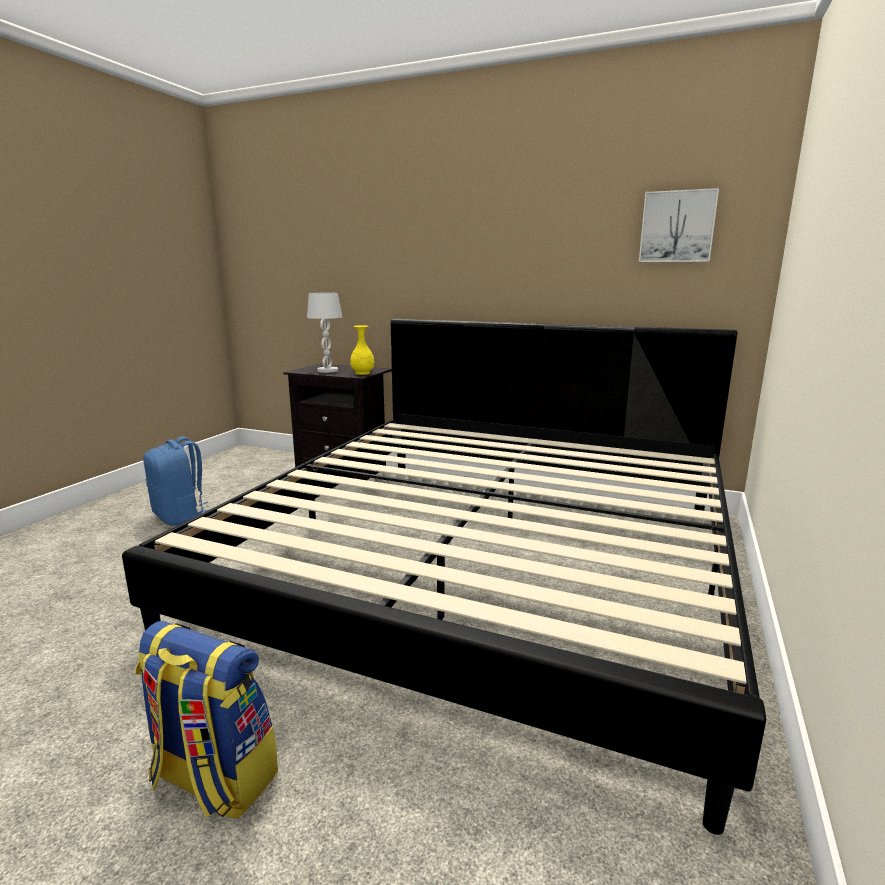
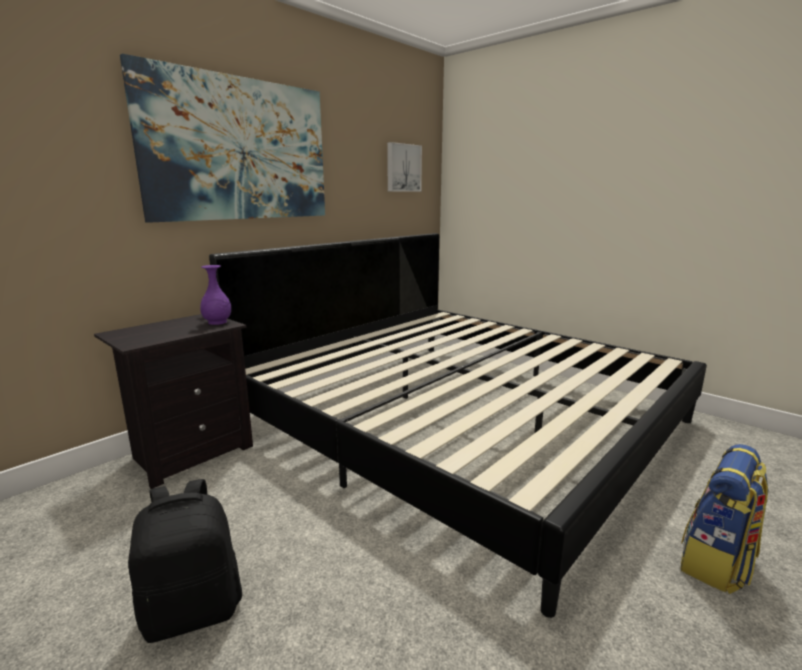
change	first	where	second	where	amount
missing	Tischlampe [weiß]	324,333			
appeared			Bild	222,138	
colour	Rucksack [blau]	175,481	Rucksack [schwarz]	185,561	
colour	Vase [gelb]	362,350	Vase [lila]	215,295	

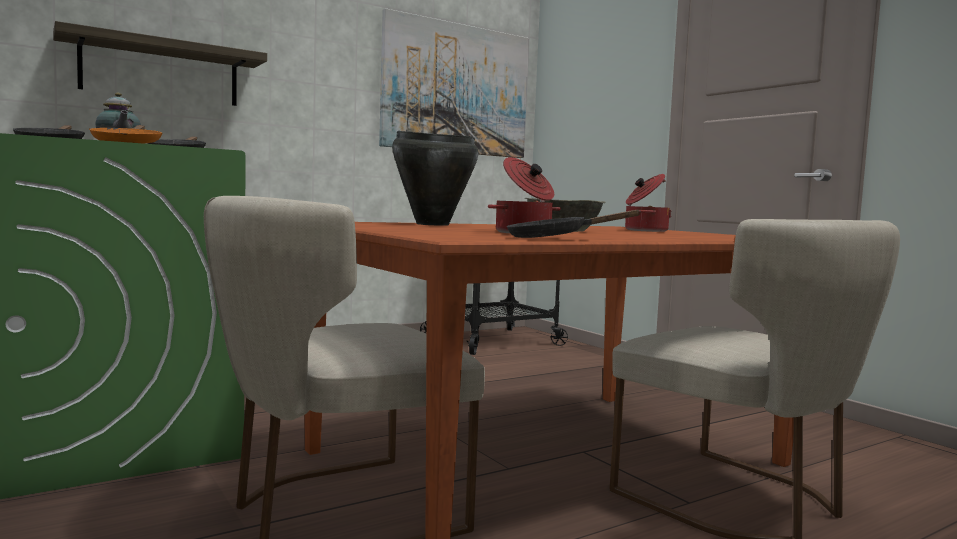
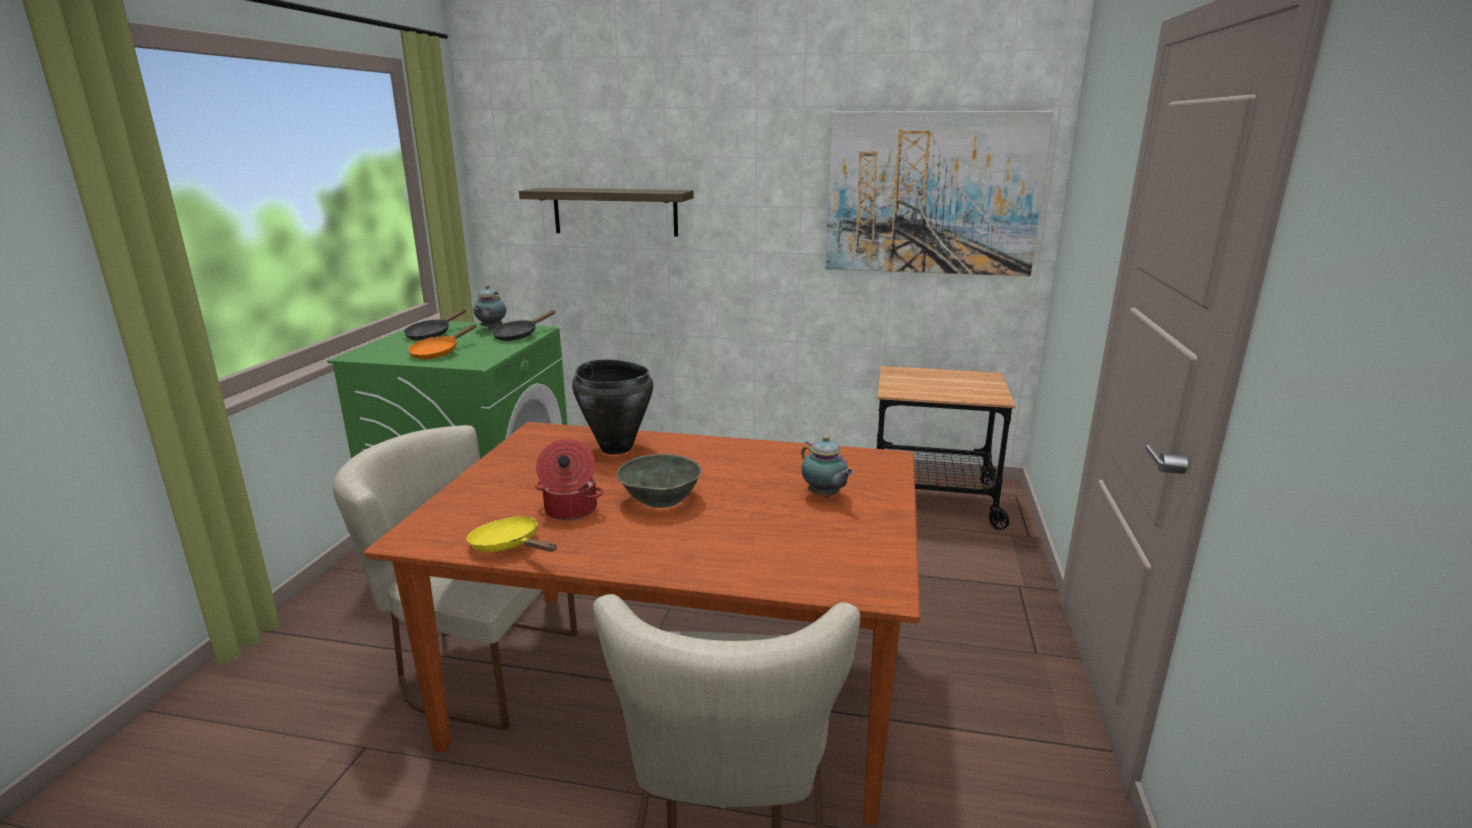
change	first	where	second	where	amount
exchanged	Kochtopf	648,203	Teekanne	827,466	
colour	Pfanne [schwarz]	574,224	Pfanne [gelb]	512,534	

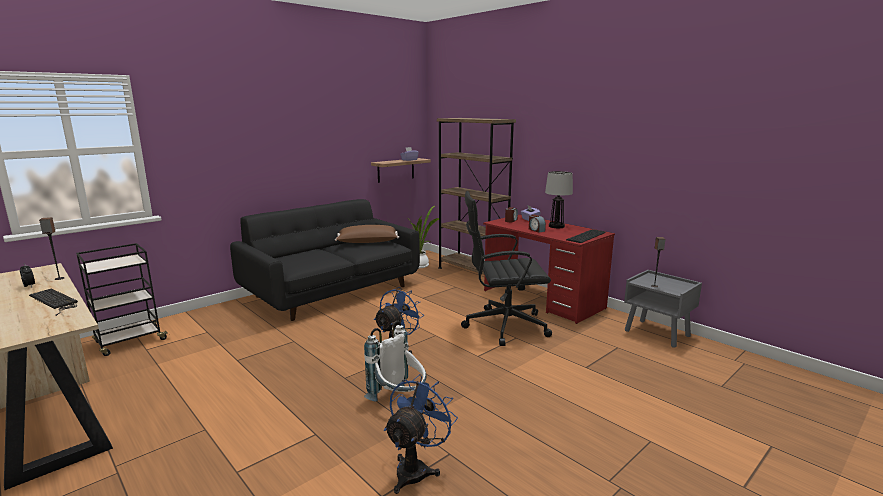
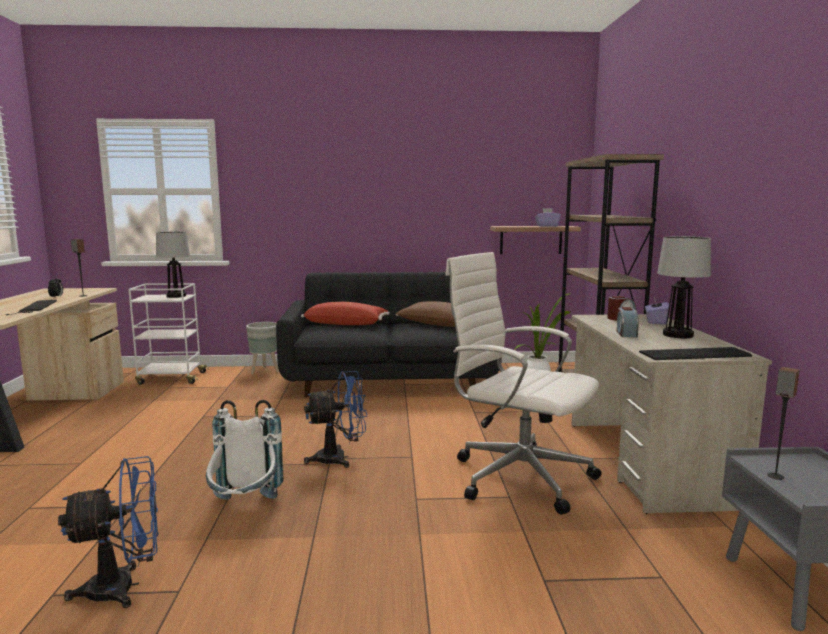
change	first	where	second	where	amount
appeared			Tischlampe	173,264	
appeared			Pflanzkübel [grau]	262,348	
appeared			Kissen [rot]	345,313	
colour	Rollwagen [schwarz]	123,299	Rollwagen [weiß]	168,333	
colour	Bürostuhl [schwarz]	506,268	Bürostuhl [weiß]	523,383	
colour	Schreibtisch [rot]	549,269	Schreibtisch [beige]	672,414	

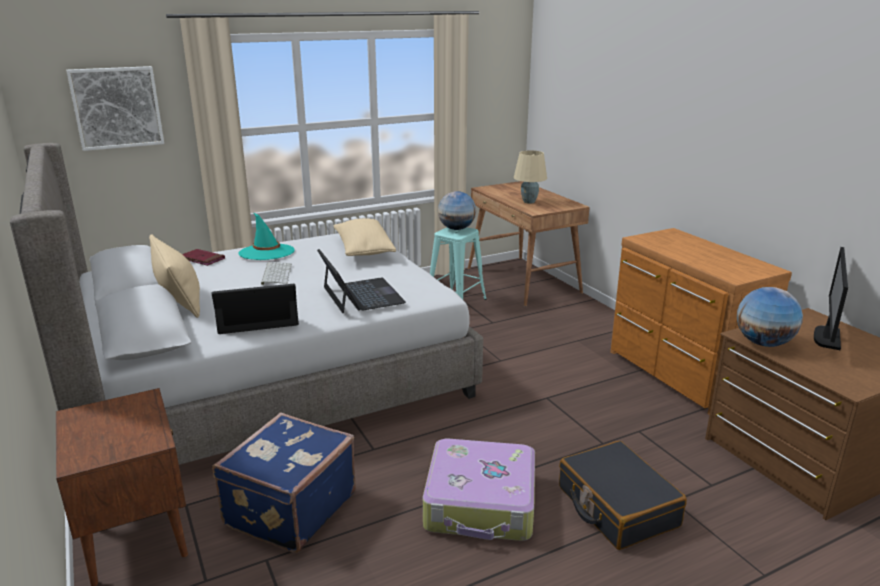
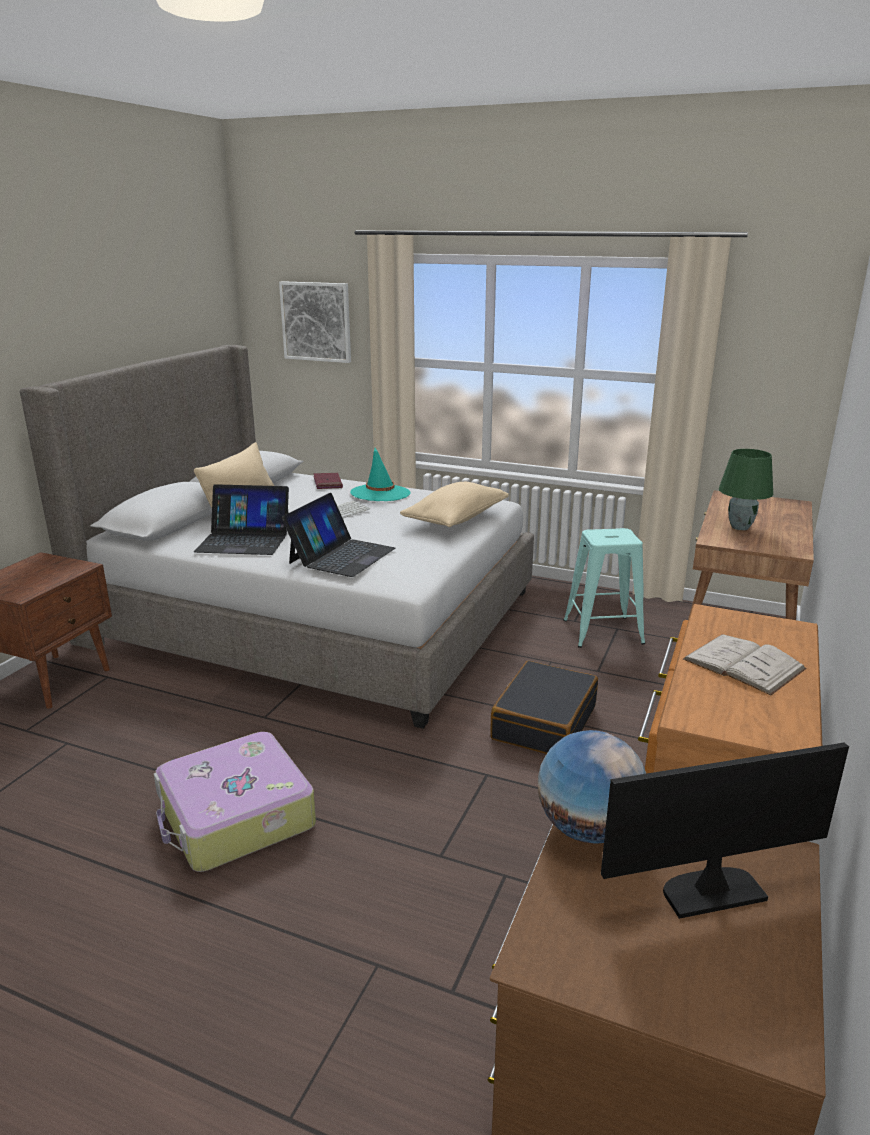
change	first	where	second	where	amount
missing	Koffer [blau]	284,482			
missing	Globus	457,210			
appeared			Buch [weiß]	745,664	
relocated	Koffer [schwarz]	623,495		544,707	
colour	Tischlampe [beige]	530,177	Tischlampe [grün]	746,489	
spun	Laptop	255,309		241,519	150 degrees clockwise

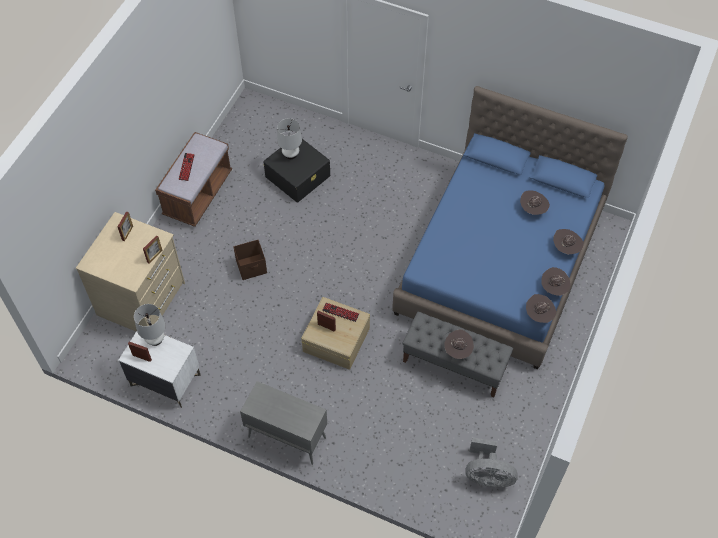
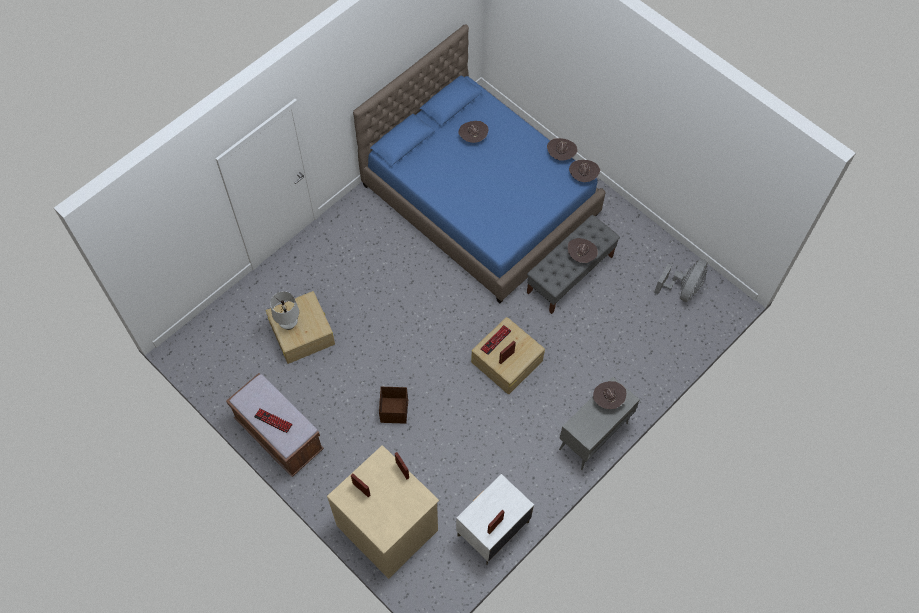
change	first	where	second	where	amount
missing	Tischlampe [weiß]	150,325			
relocated	Hut [braun]	568,241		609,395	
colour	Aufbewahrungsbox [schwarz]	296,171	Aufbewahrungsbox [beige]	300,327	

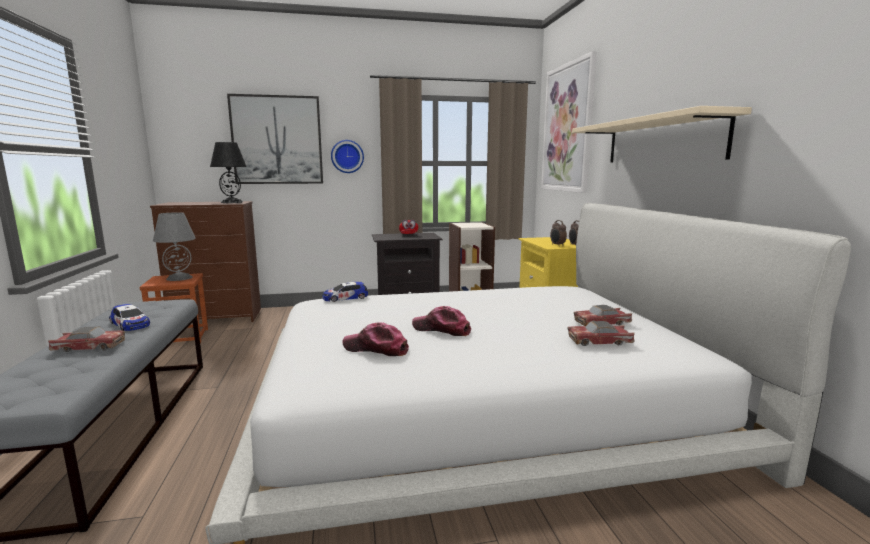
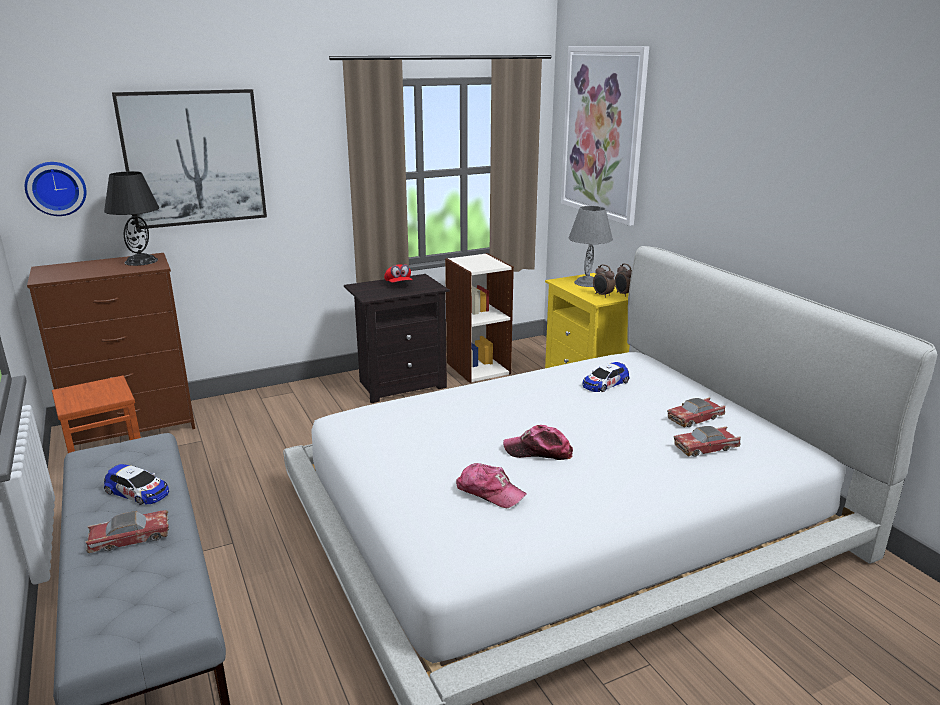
change	first	where	second	where	amount
missing	Wandregal [beige]	662,134			
relocated	Tischlampe [grau]	174,246		591,246	
relocated	Spielzeugauto	345,292		606,377	
relocated	Wanduhr	347,156		56,189	
spun	Kappe	376,339		491,485	150 degrees counterclockwise

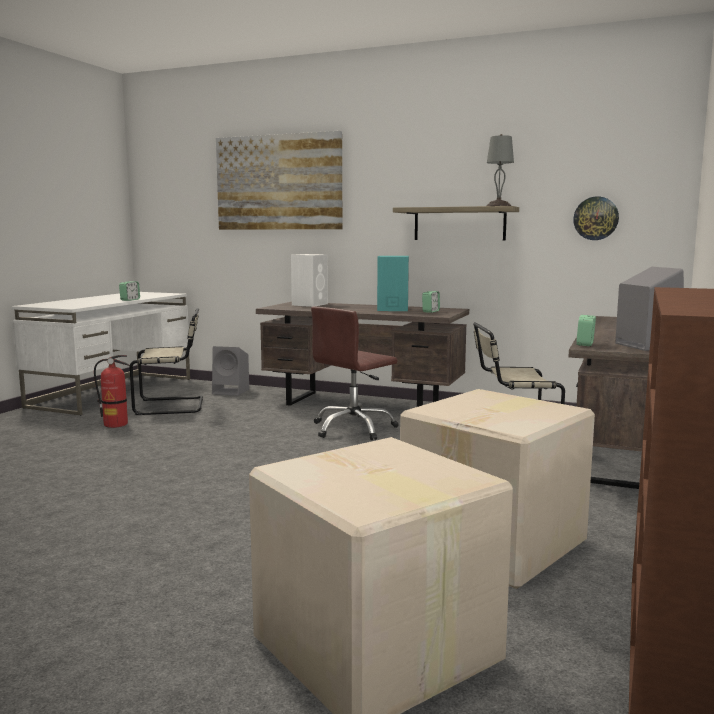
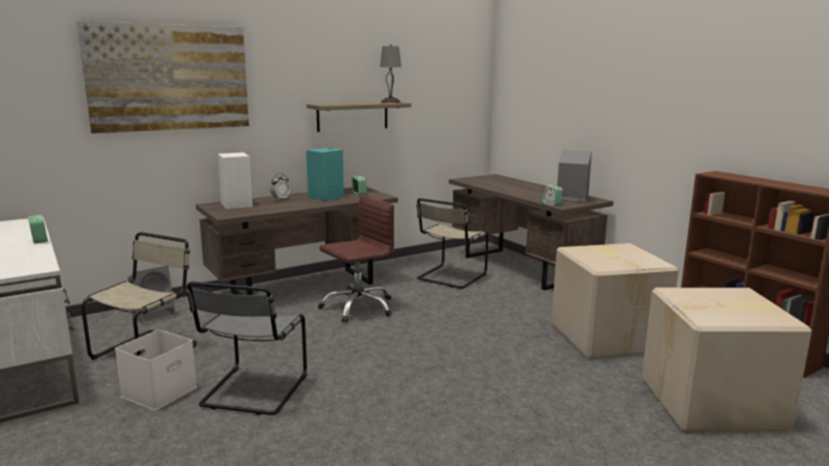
change	first	where	second	where	amount
missing	Wanduhr	596,218			
appeared			Stuhl [grau]	246,348	
appeared			Wecker	280,187	
exchanged	Feuerlöscher	111,391	Aufbewahrungsbox [weiß]	156,370	
spun	Bürostuhl [braun]	354,373		356,258	120 degrees counterclockwise

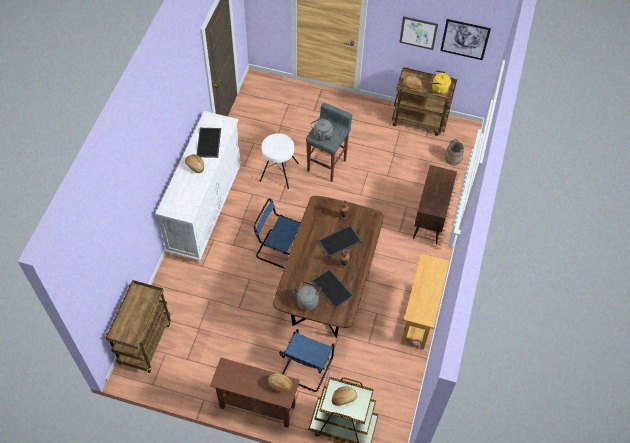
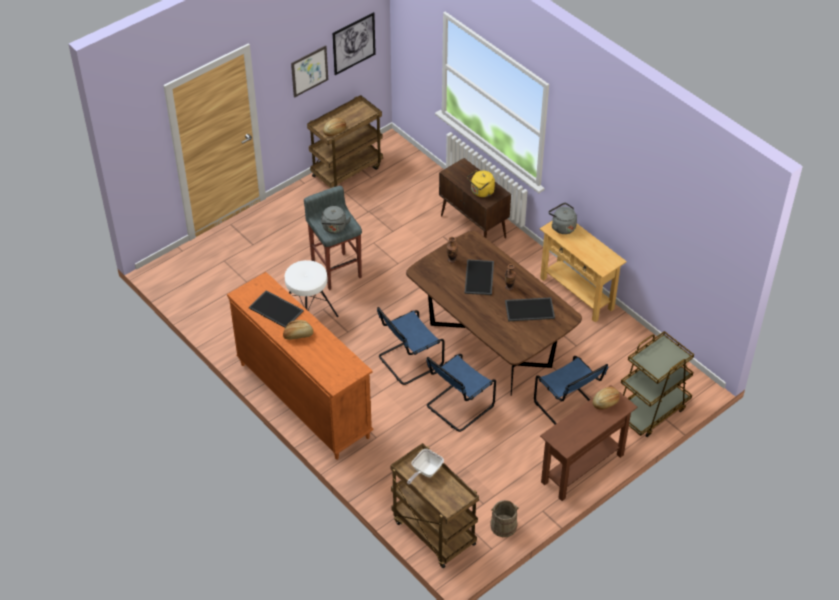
change	first	where	second	where	amount
missing	Brot	344,396			
appeared			Pfanne	425,467	
appeared			Stuhl [blau]	461,393	
relocated	Wasserkessel [grau]	307,296		562,218	
relocated	Wasserkessel [gelb]	441,82		481,183	
relocated	Eimer [beige]	454,152		504,518	
colour	Kommode [weiß]	199,187	Kommode [orange]	300,366	

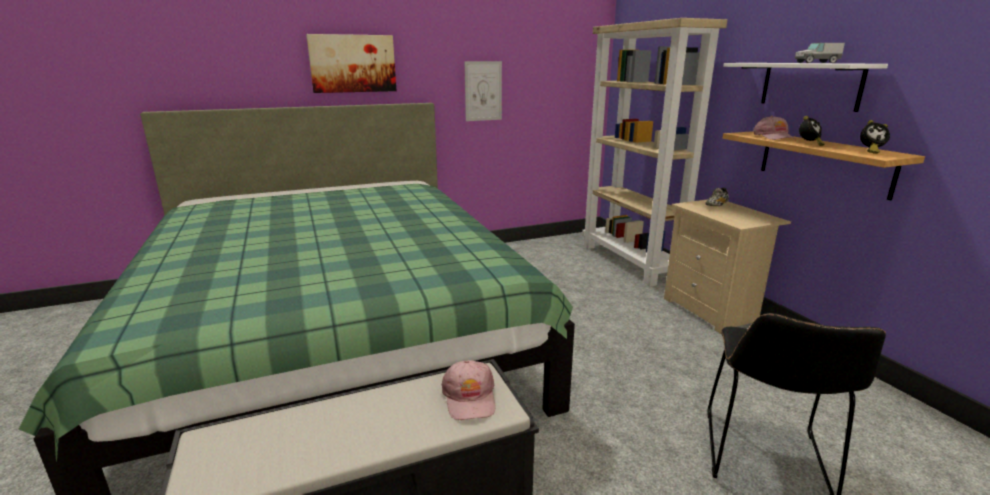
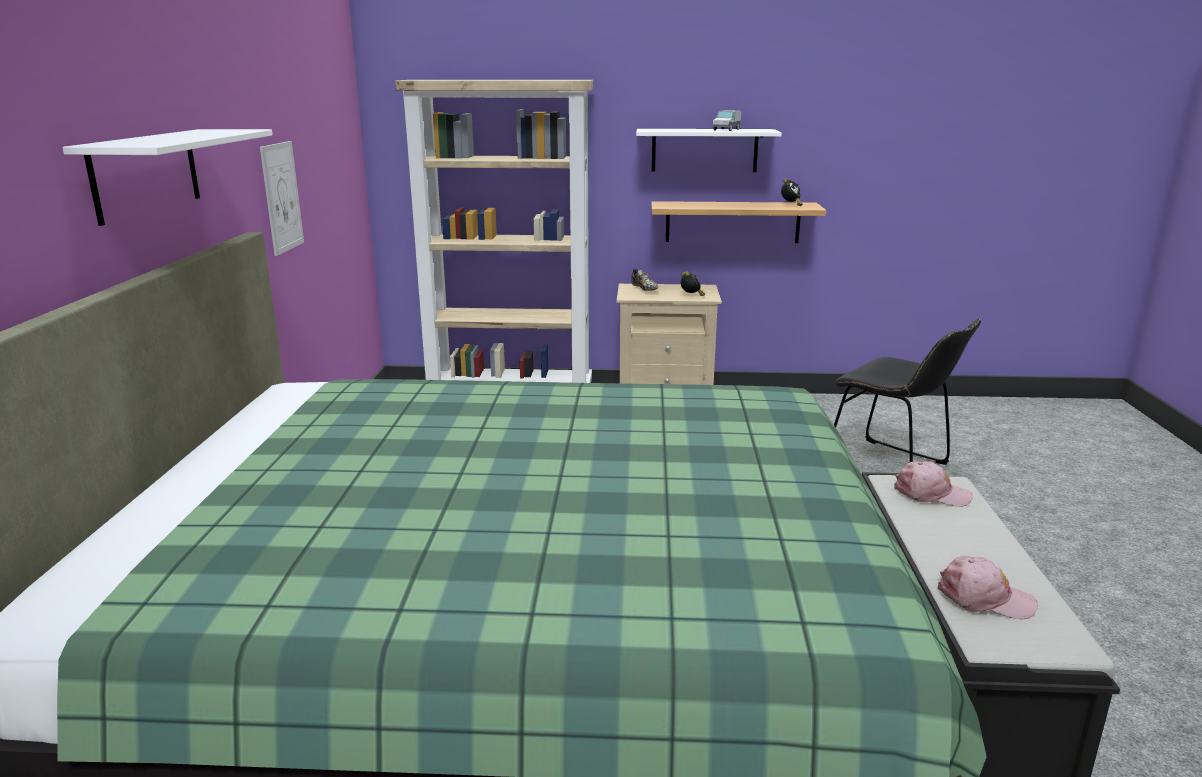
change	first	where	second	where	amount
relocated	Kappe [rosa]	774,128		988,587	
relocated	Wecker	811,131		693,284	
exchanged	Bild	351,63	Wandregal [weiß]	168,177	

